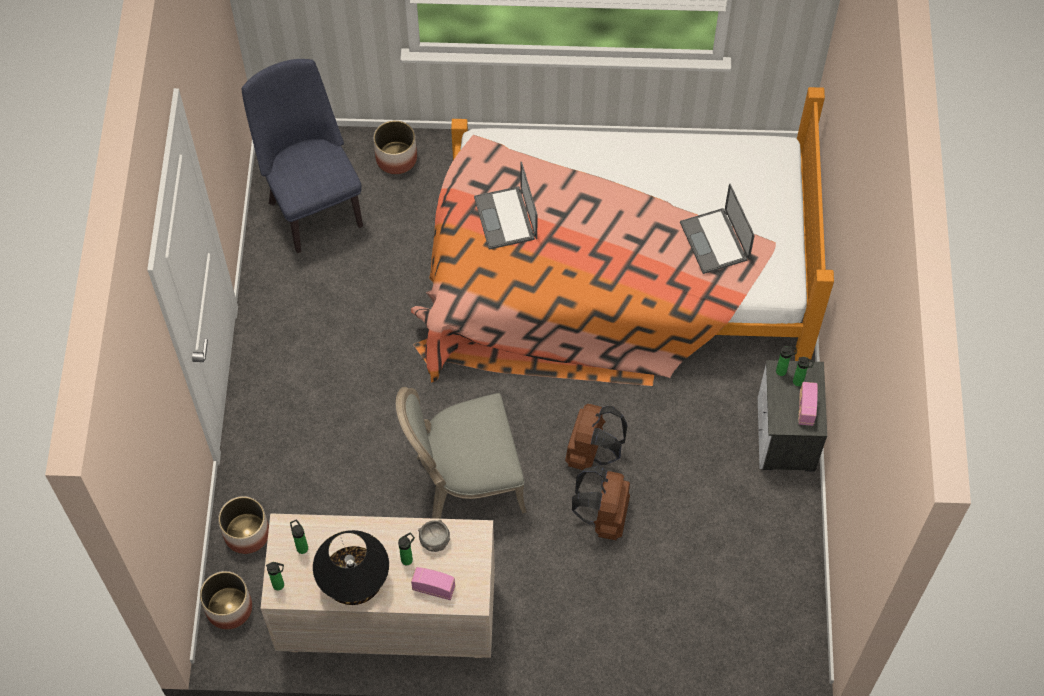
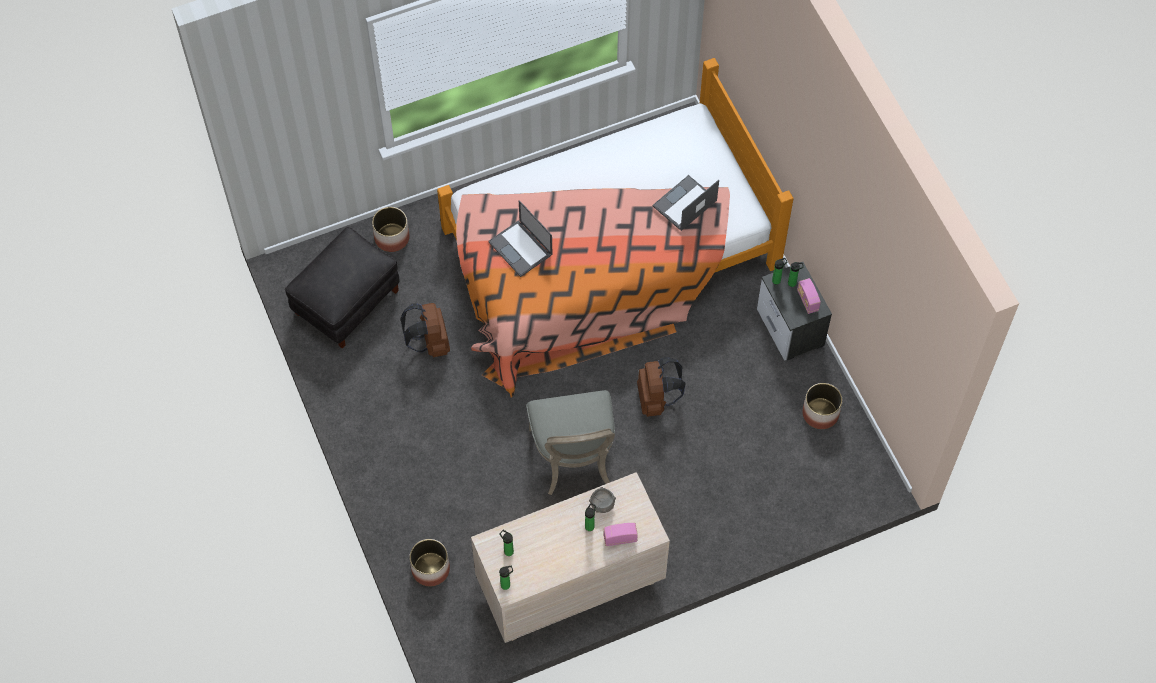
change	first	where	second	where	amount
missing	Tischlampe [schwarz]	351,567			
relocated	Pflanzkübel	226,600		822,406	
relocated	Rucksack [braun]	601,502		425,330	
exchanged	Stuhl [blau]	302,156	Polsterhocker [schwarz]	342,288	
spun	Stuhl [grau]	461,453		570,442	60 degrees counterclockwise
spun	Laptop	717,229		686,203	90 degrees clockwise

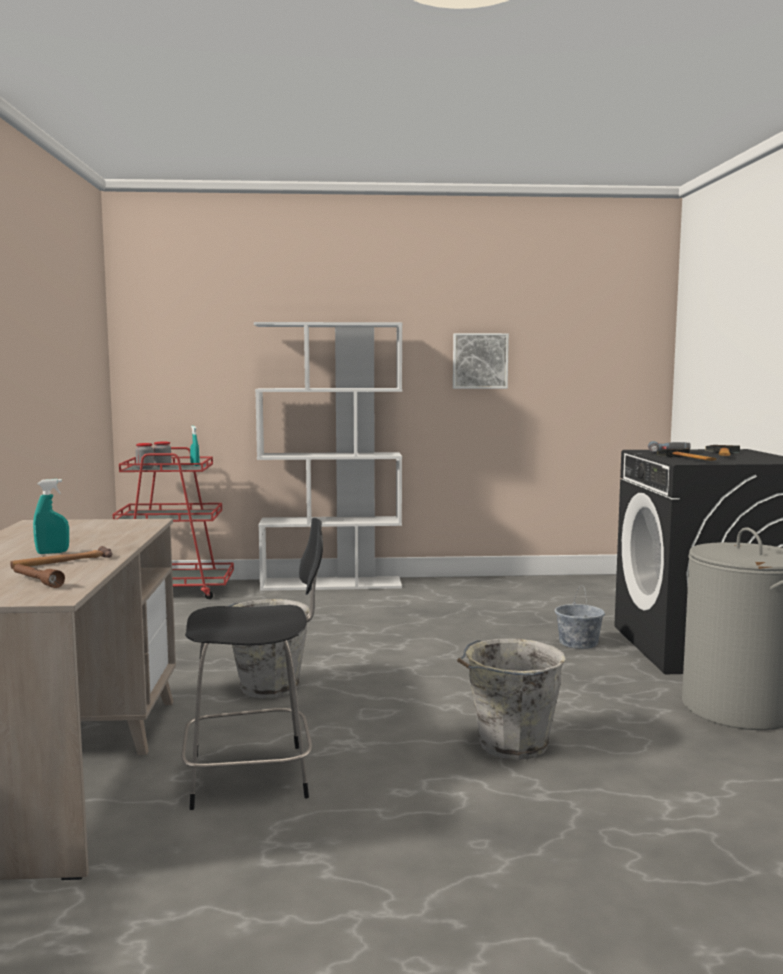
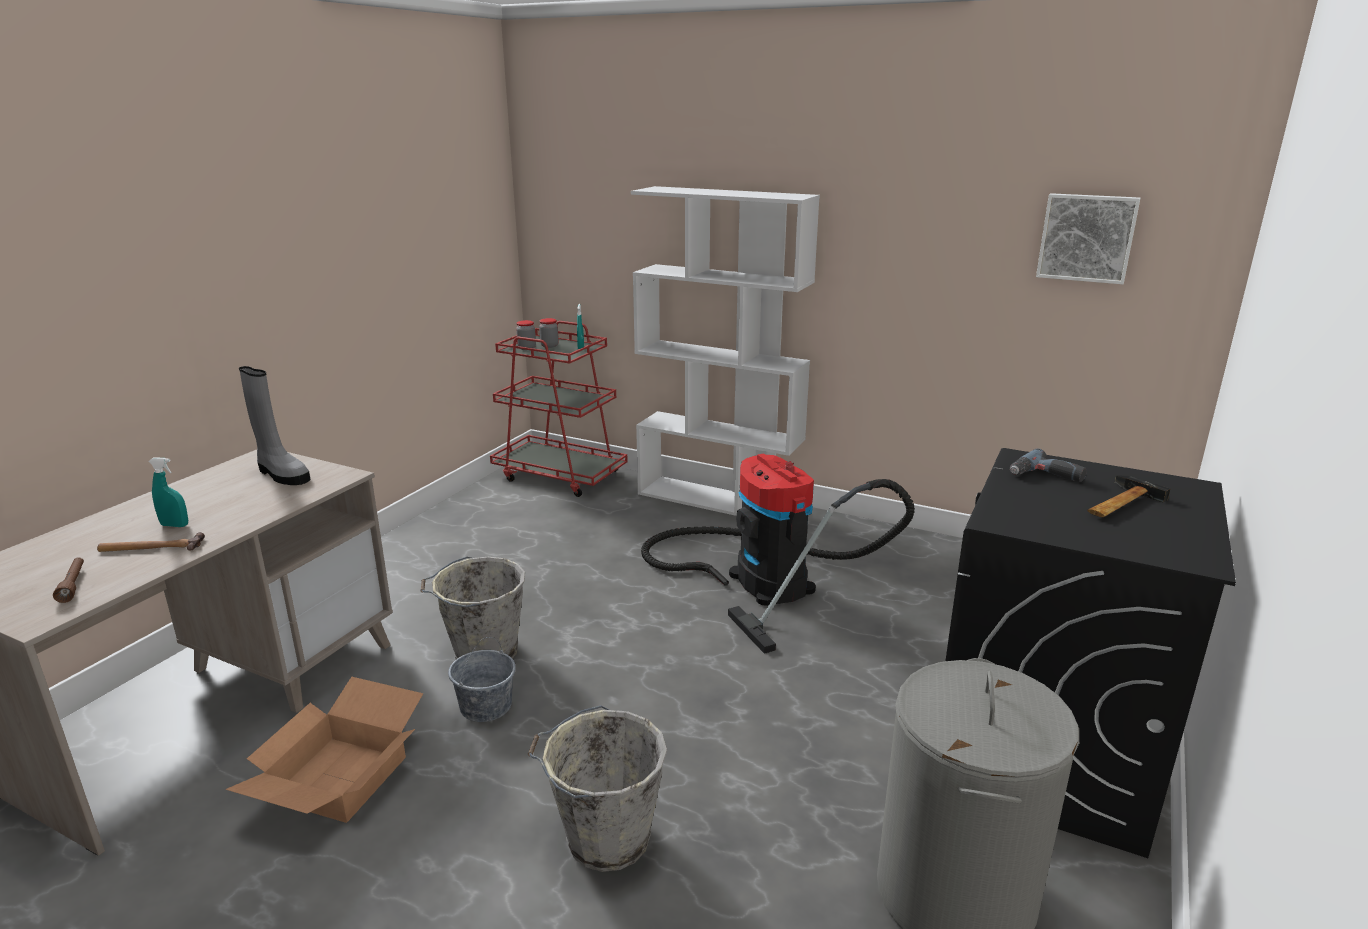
change	first	where	second	where	amount
missing	Hammer	686,454			
appeared			Stiefel [grau]	274,425	
appeared			Staubsauger	778,553	
relocated	Bild	481,361		1088,238	
relocated	Eimer [grau]	580,617		482,679	
exchanged	Stuhl [schwarz]	252,664	Karton	324,750	

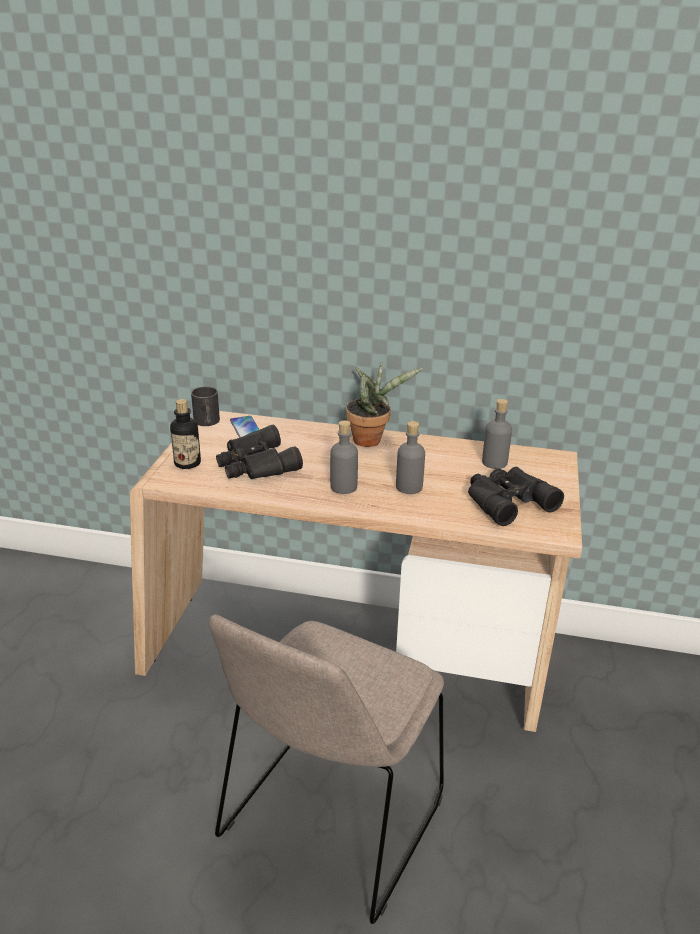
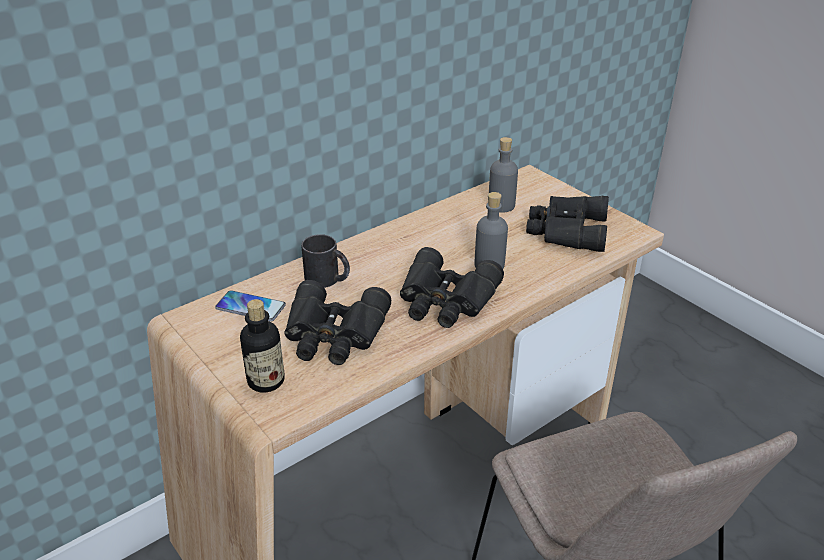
change	first	where	second	where	amount
missing	Topfpflanze	384,404			
relocated	Henkelbecher [schwarz]	205,406		325,261	
exchanged	Flasche [grau]	344,457	Fernglas [schwarz]	452,287	

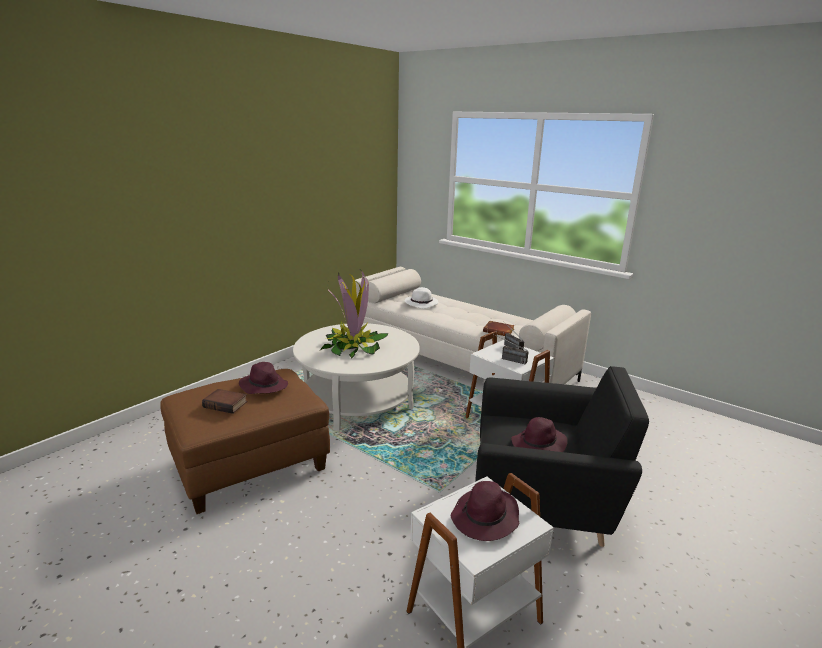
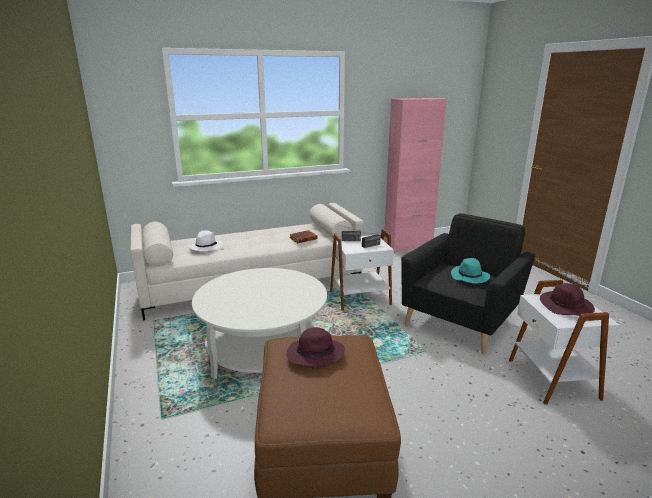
change	first	where	second	where	amount
missing	Buch	224,401			
missing	Topfpflanze	354,313			
appeared			Schrank [rosa]	415,175	
colour	Hut [lila]	539,434	Hut [türkis]	470,270	

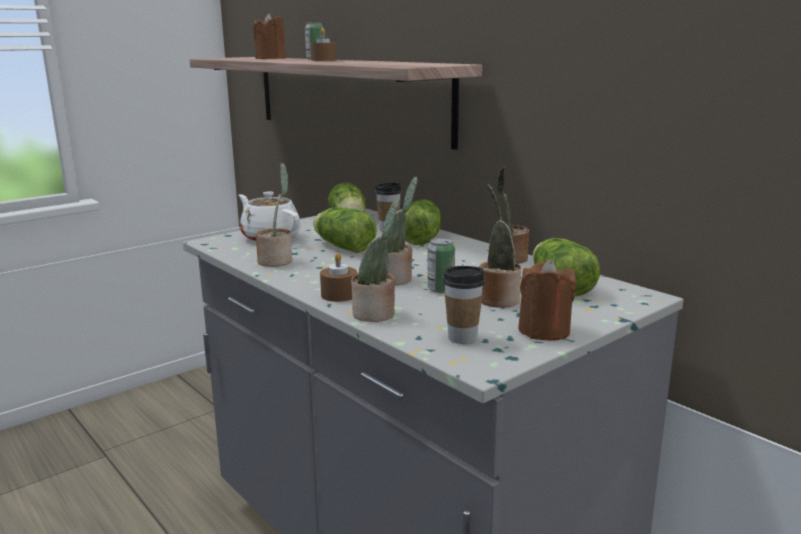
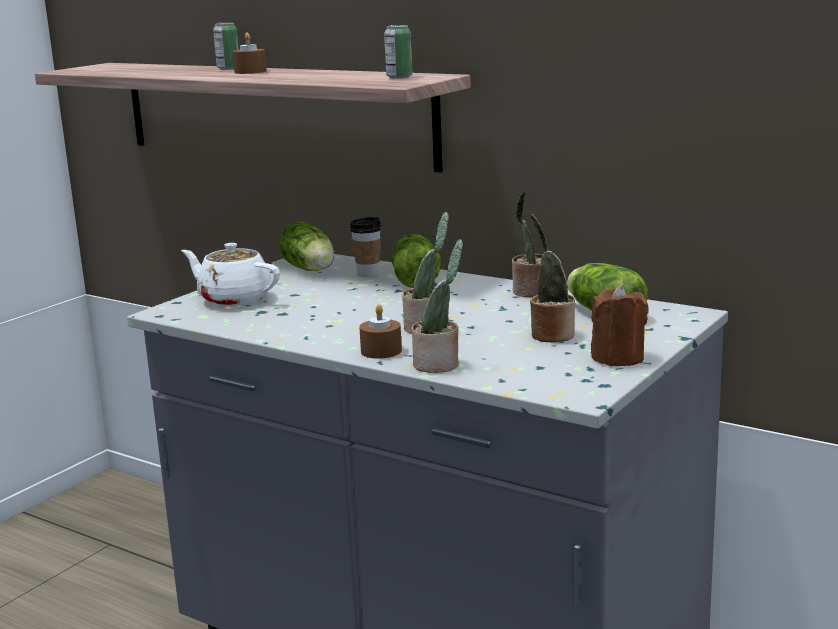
change	first	where	second	where	amount
missing	Kerze [braun]	270,36			
missing	Topfpflanze	273,215			
missing	Salatkopf	345,230			
missing	Tasse	464,305			
relocated	Dose	441,265		398,52	

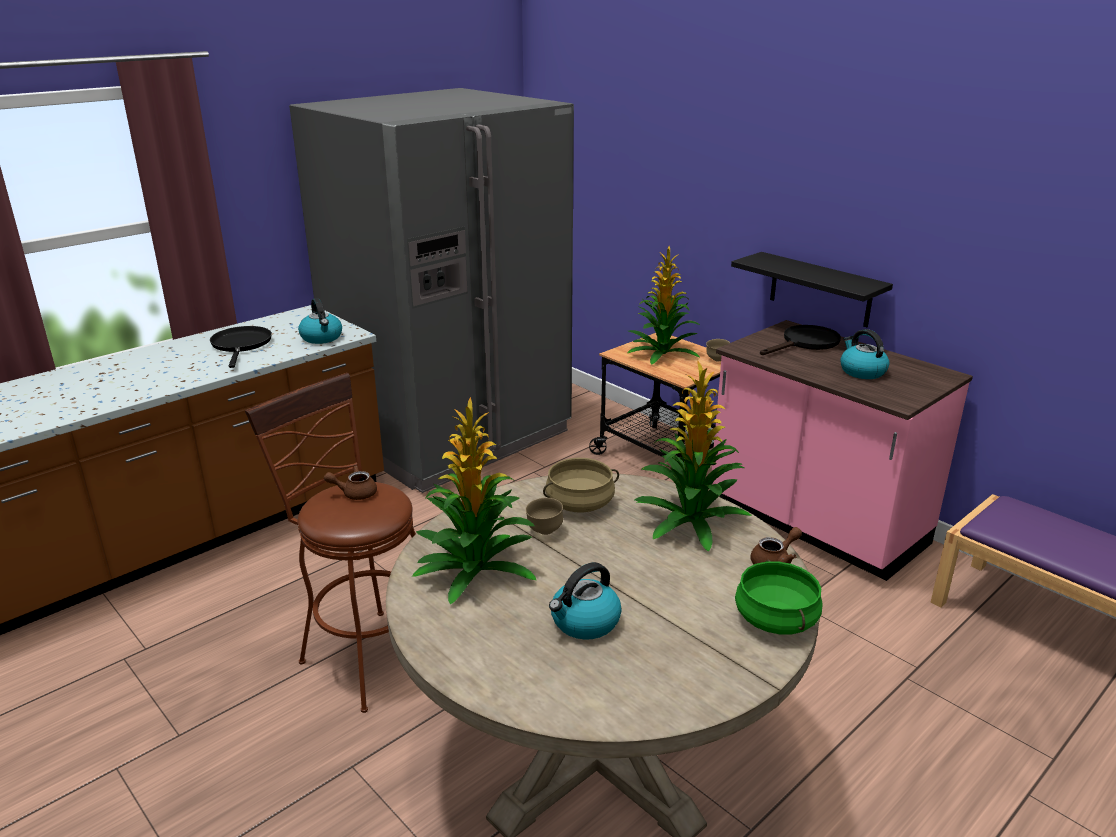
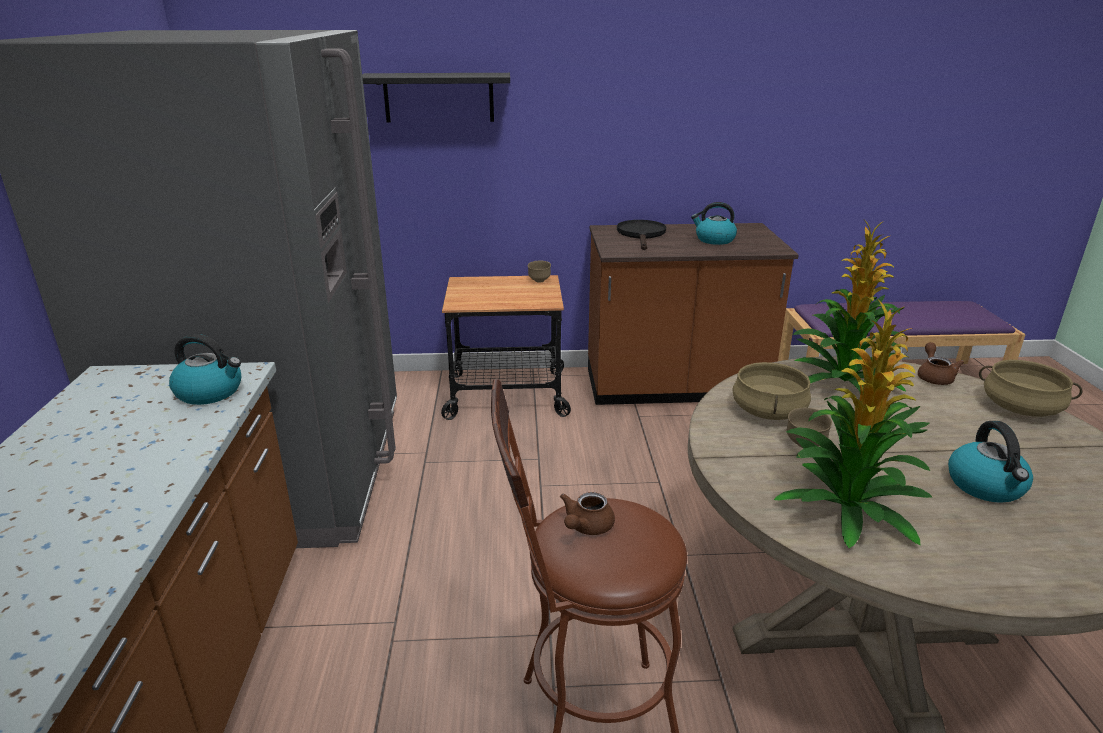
change	first	where	second	where	amount
missing	Pfanne [schwarz]	241,347			
missing	Topfpflanze	663,305			
relocated	Wandregal [schwarz]	812,289		436,98	
colour	Küchenzeile [rosa]	842,450	Küchenzeile [braun]	693,314	
colour	Kochtopf [grün]	779,596	Kochtopf [beige]	1031,388	

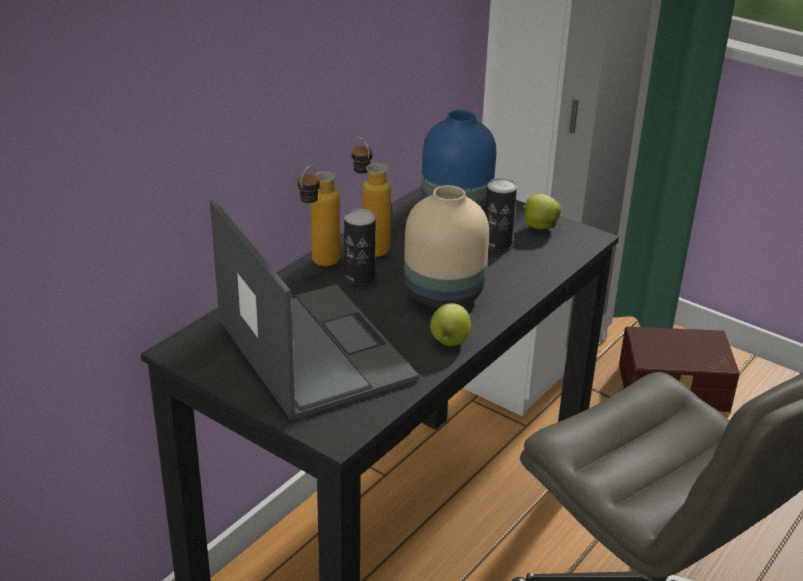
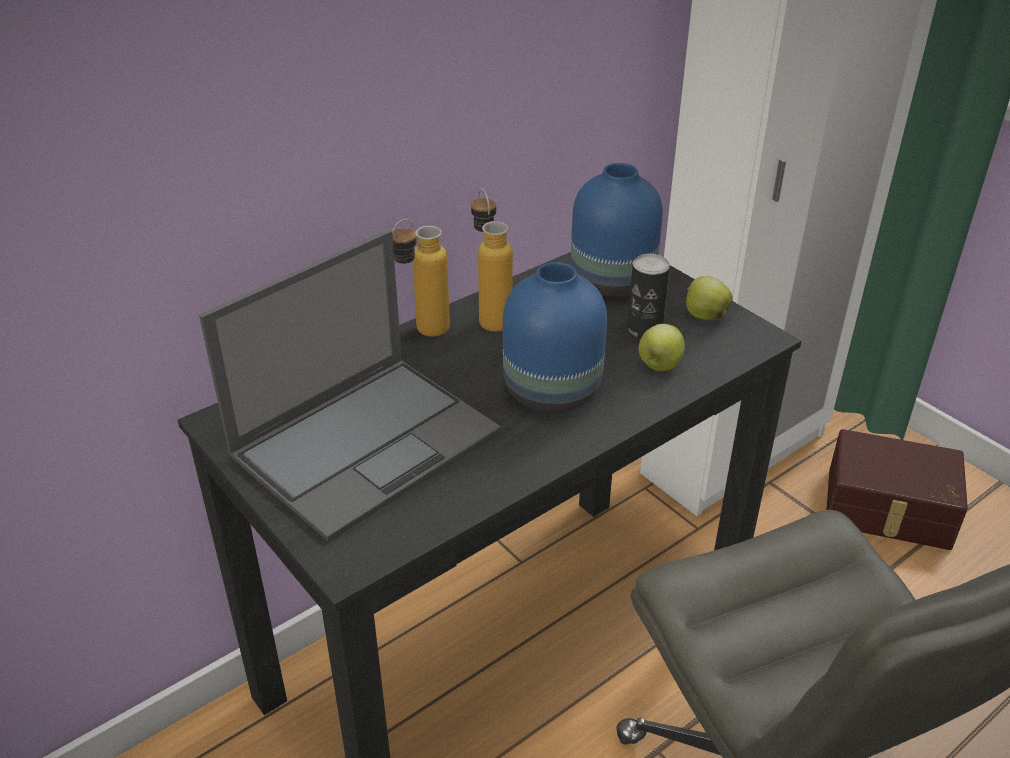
change	first	where	second	where	amount
missing	Dose	360,247			
relocated	Apfel	450,324		662,347	
colour	Vase [beige]	446,247	Vase [blau]	555,337	
spun	Laptop	314,310		350,386	60 degrees clockwise

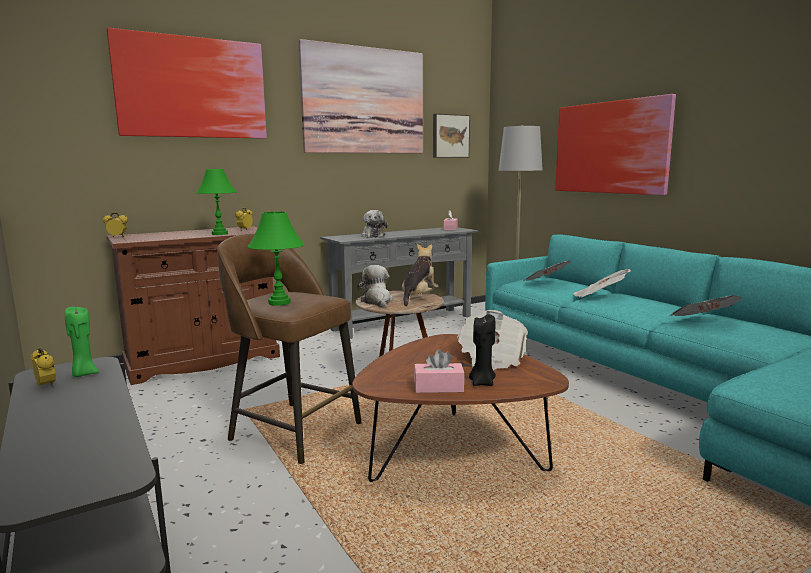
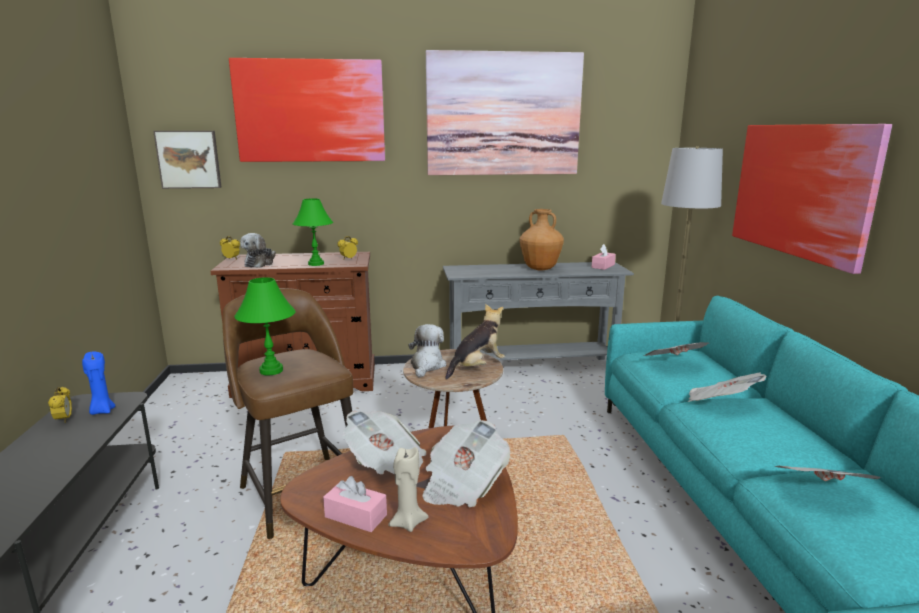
change	first	where	second	where	amount
appeared			Zeitung	384,444	
appeared			Vase [braun]	541,240	
relocated	Plüschtier	374,224		258,250	
relocated	Bild	451,135		187,160	
colour	Kerze [grün]	82,342	Kerze [blau]	98,383	
colour	Kerze [schwarz]	482,350	Kerze [beige]	408,489	

